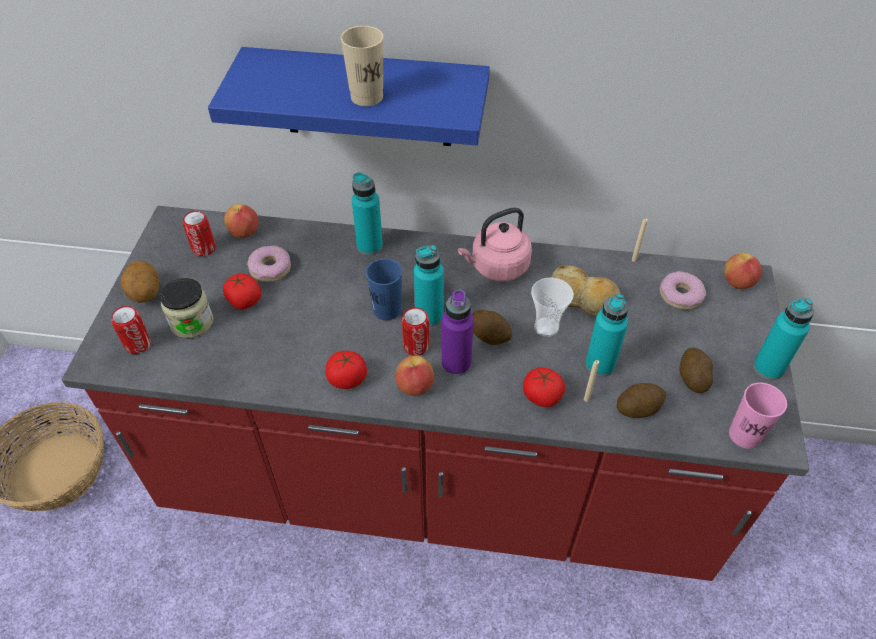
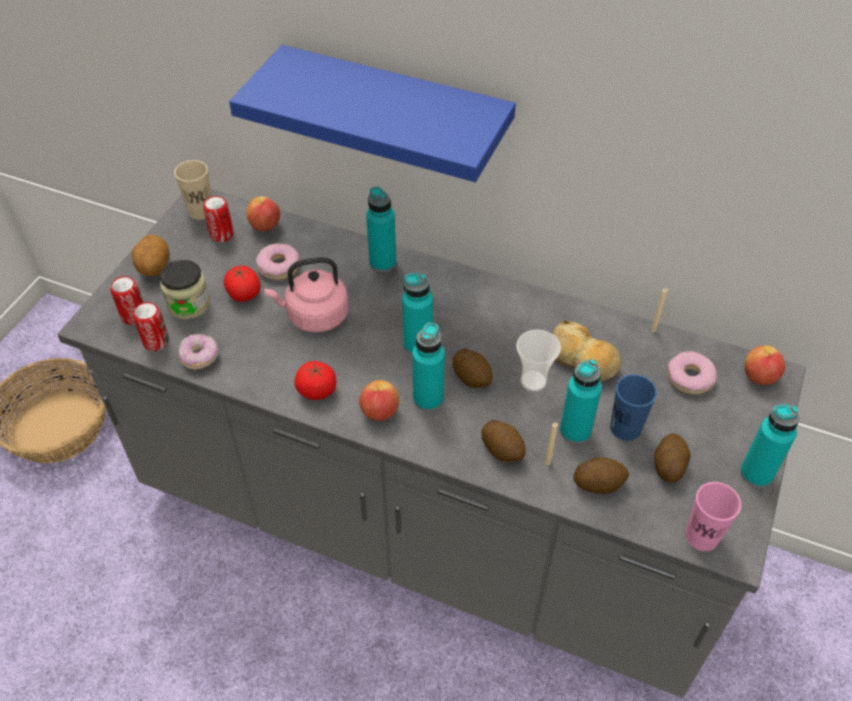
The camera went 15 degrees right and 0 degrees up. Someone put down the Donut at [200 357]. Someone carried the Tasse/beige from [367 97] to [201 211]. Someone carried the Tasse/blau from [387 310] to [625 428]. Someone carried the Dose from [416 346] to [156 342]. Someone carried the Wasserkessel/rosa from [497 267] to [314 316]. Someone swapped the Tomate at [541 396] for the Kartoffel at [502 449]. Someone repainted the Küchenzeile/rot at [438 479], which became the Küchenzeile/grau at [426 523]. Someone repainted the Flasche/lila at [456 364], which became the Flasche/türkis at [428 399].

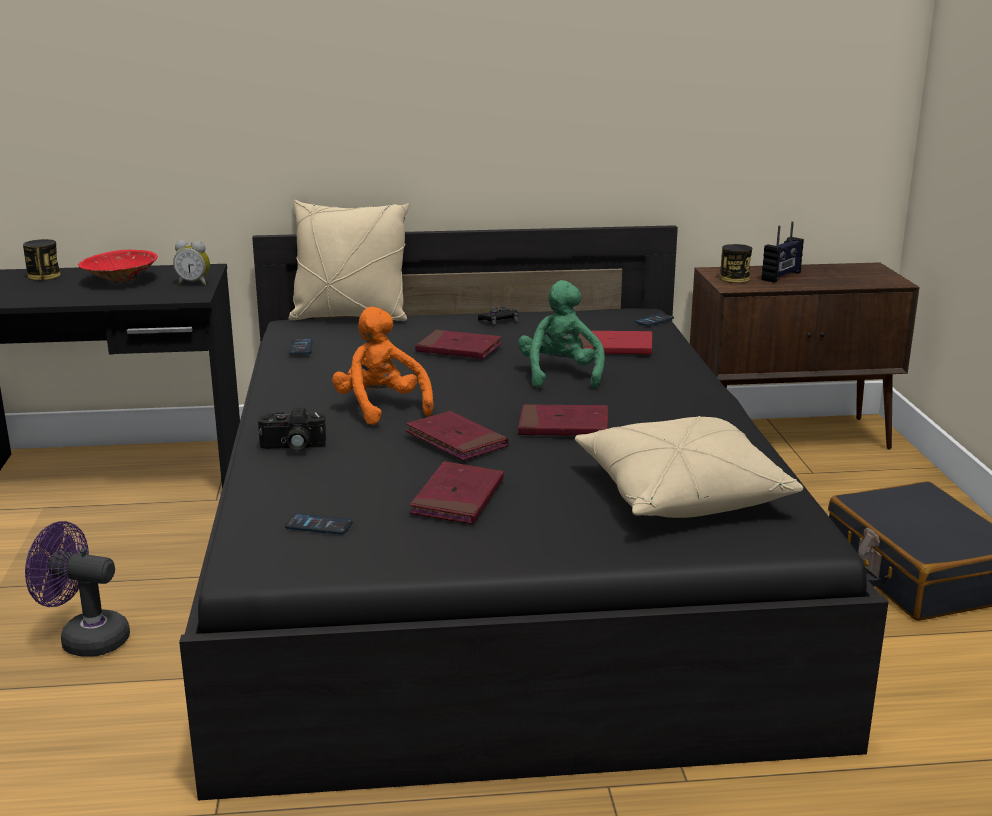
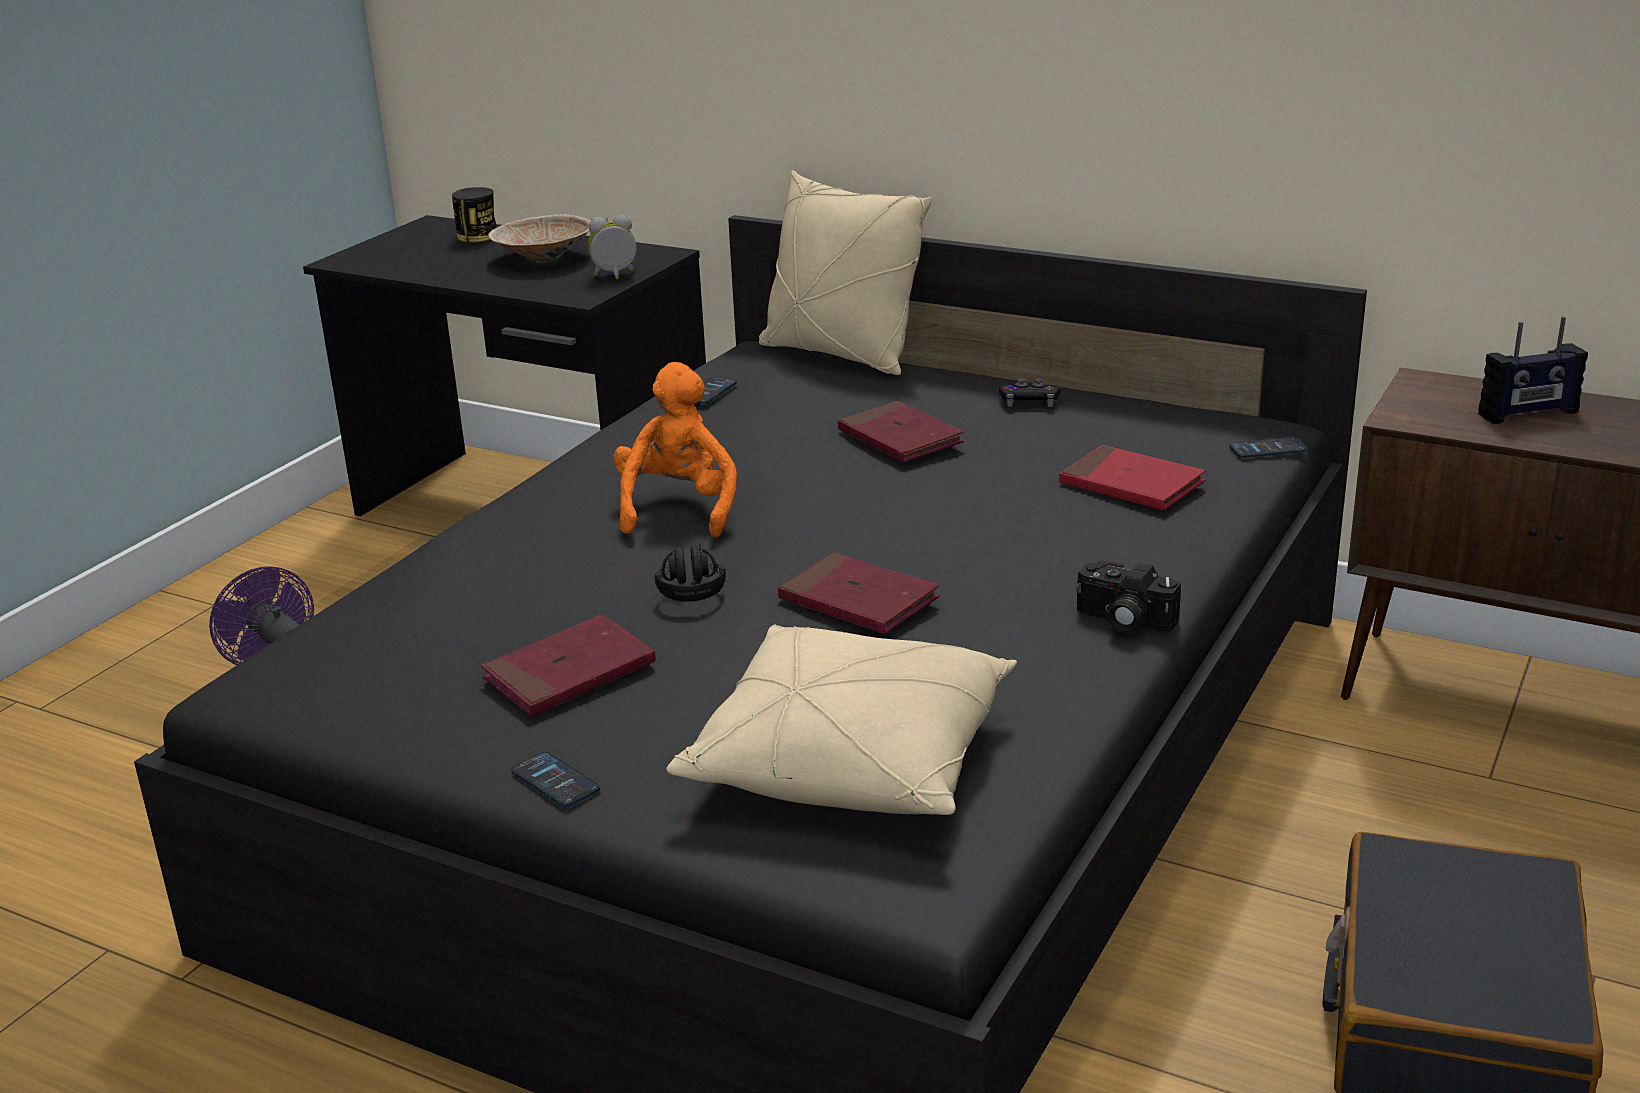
The camera went 35 degrees right and 5 degrees up. Someone took away the Plüschtier/grün at [560 375]. Someone took away the Dose at [734 279]. Someone carried the Kamera from [292 447] to [1122 621]. Someone carried the Handy from [319 525] to [555 781]. Someone swapped the Buch/rot at [456 440] for the Kopfhörer/schwarz at [690 585]. Someone repainted the Schüssel/rot at [120 281], which became the Schüssel/beige at [542 258]. Someone rotated the Wecker at [194 283] by 120 degrees clockwise.

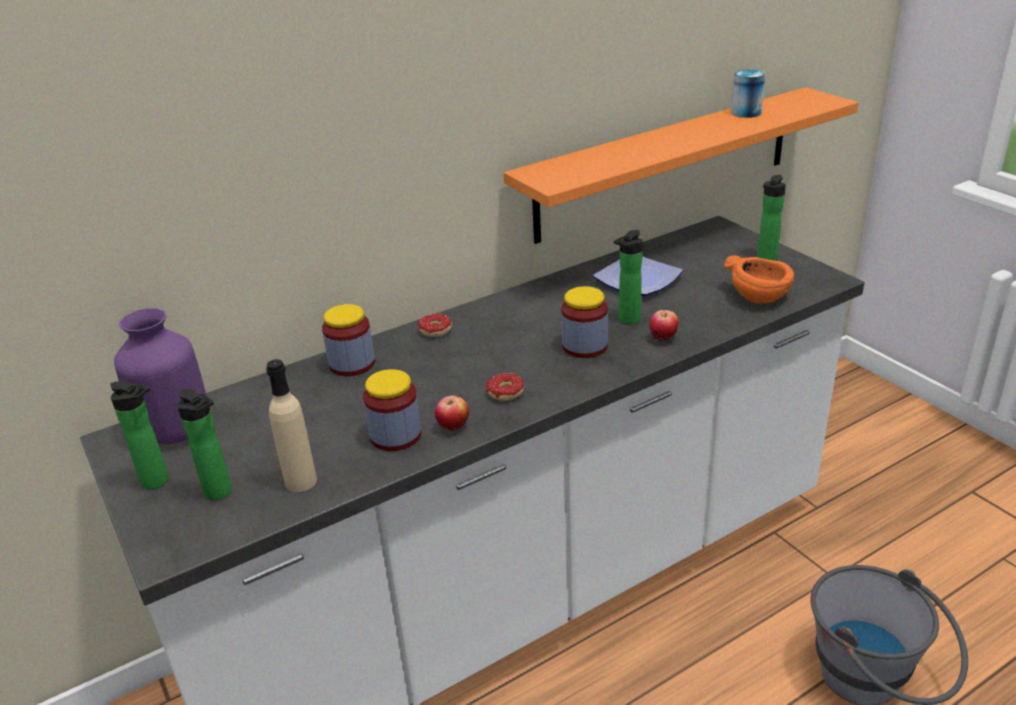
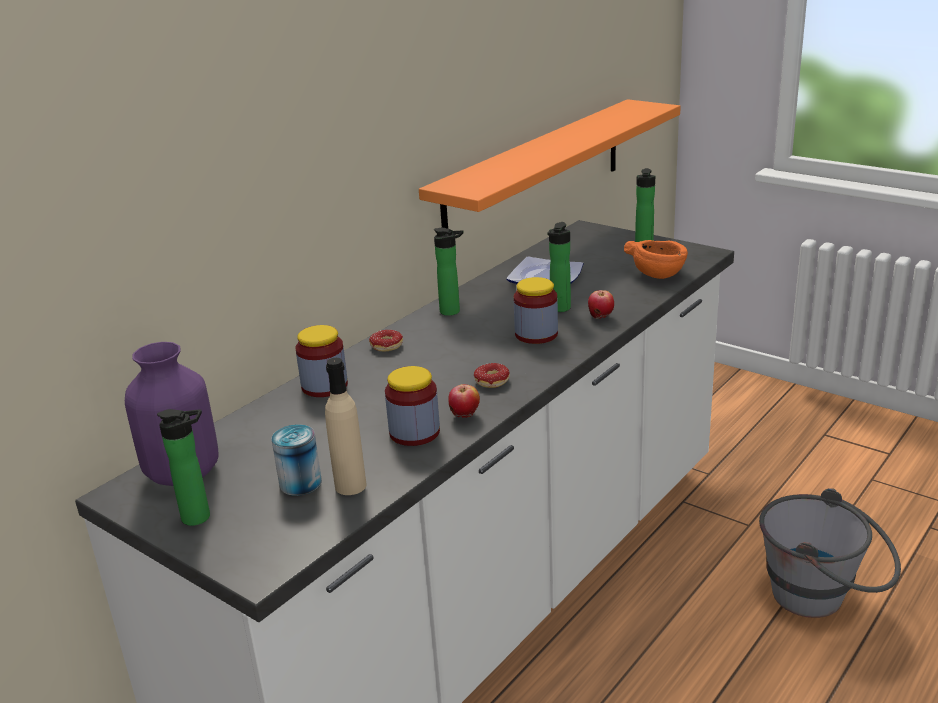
The camera went 20 degrees left and 5 degrees down. Someone carried the Flasche from [221 493] to [453 312]. Someone carried the Dose from [746 113] to [300 483].

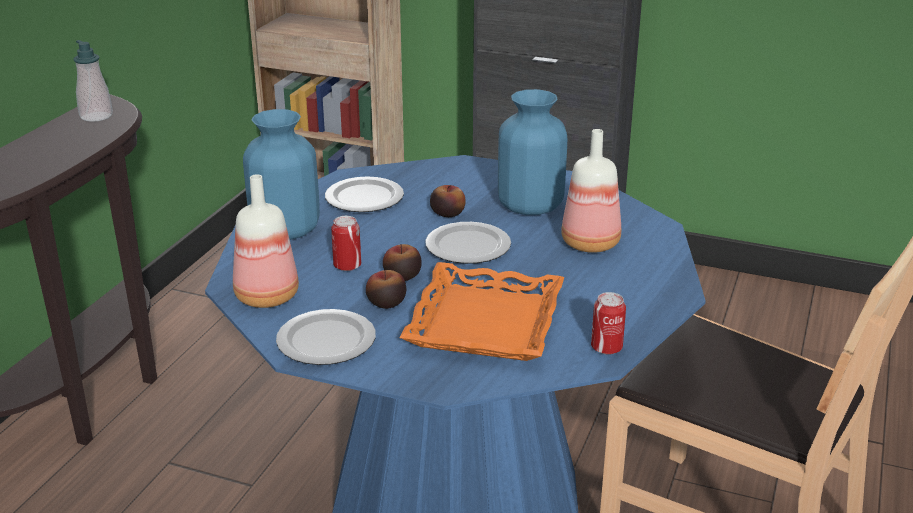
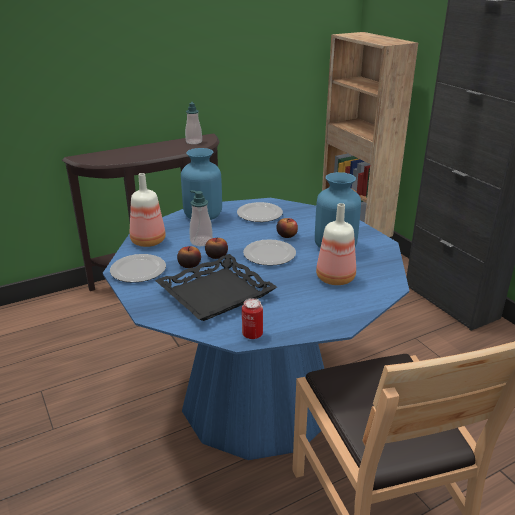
The camera went 40 degrees right and 0 degrees up. Someone swapped the Dose at [347 266] for the Seifenspender at [201 241]. Someone repainted the Tablett/orange at [486 323], which became the Tablett/schwarz at [216 294].

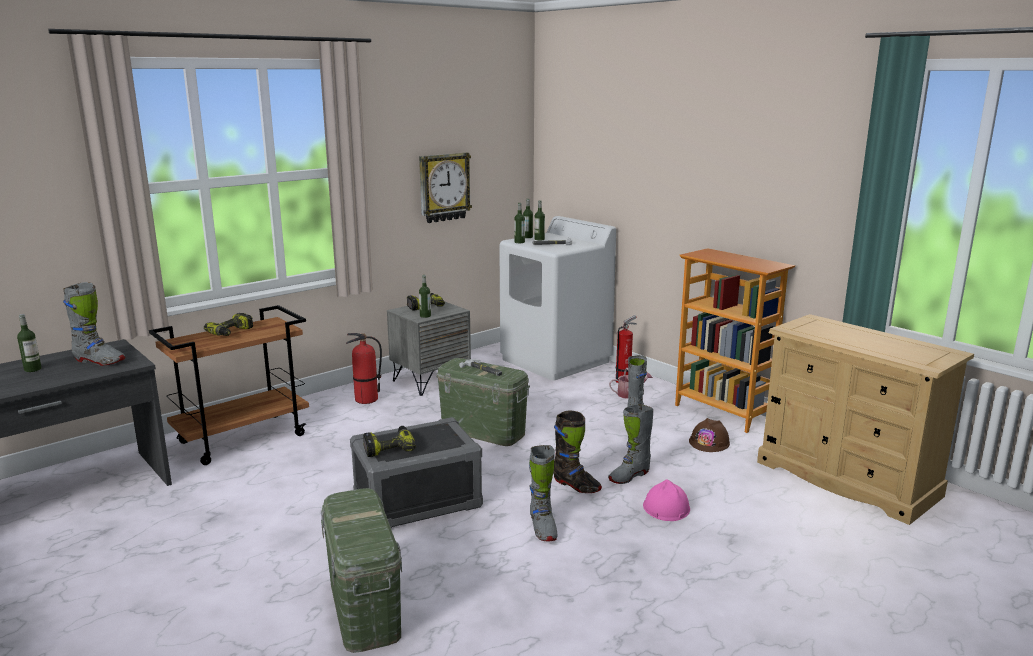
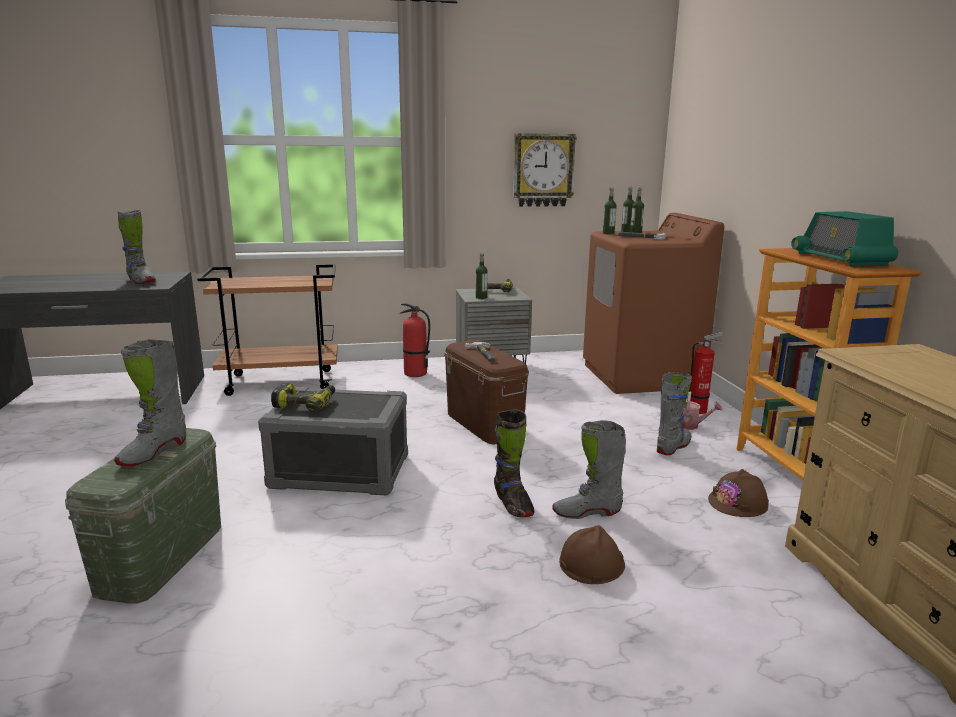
The camera went 30 degrees right and 0 degrees up. Someone took away the Flasche at [33 369]. Someone took away the Bohrmaschine at [232 332]. Someone put down the Radio at [840 259]. Someone carried the Stiefel/grau from [542 528] to [153 453]. Someone repainted the Aufbewahrungsbox/grün at [483 431], which became the Aufbewahrungsbox/braun at [484 424]. Someone repainted the Waschmaschine/weiß at [556 361], which became the Waschmaschine/braun at [641 376]. Someone repainted the Schutzhelm/rosa at [666 507], which became the Schutzhelm/braun at [591 563].

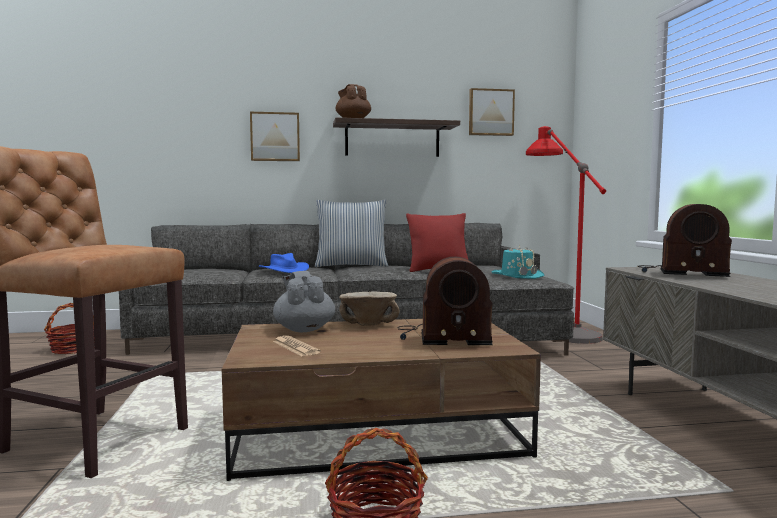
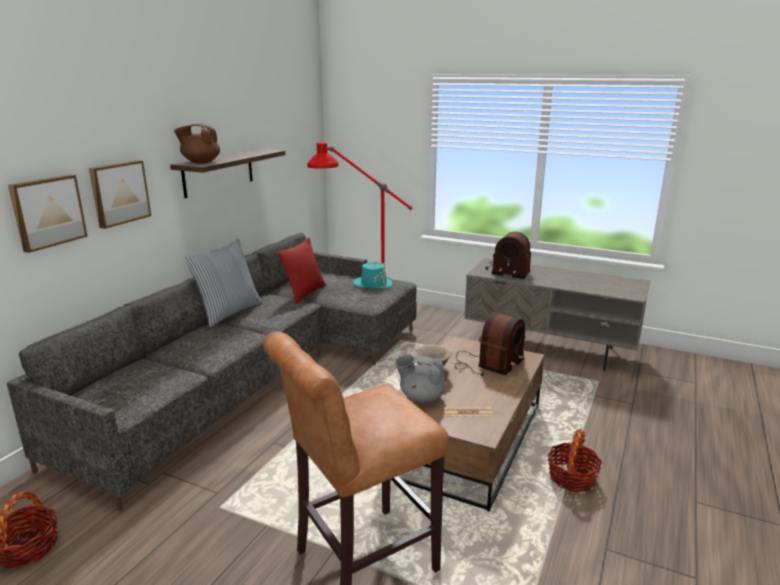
The camera went 55 degrees left and 15 degrees up. Someone took away the Hut/blau at [283 270]. Someone carried the Bild from [490 112] to [47 212]. Someone rotated the Radio at [680 272] by 60 degrees clockwise.

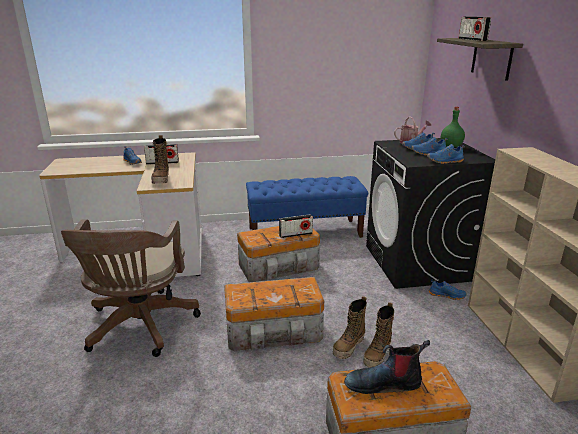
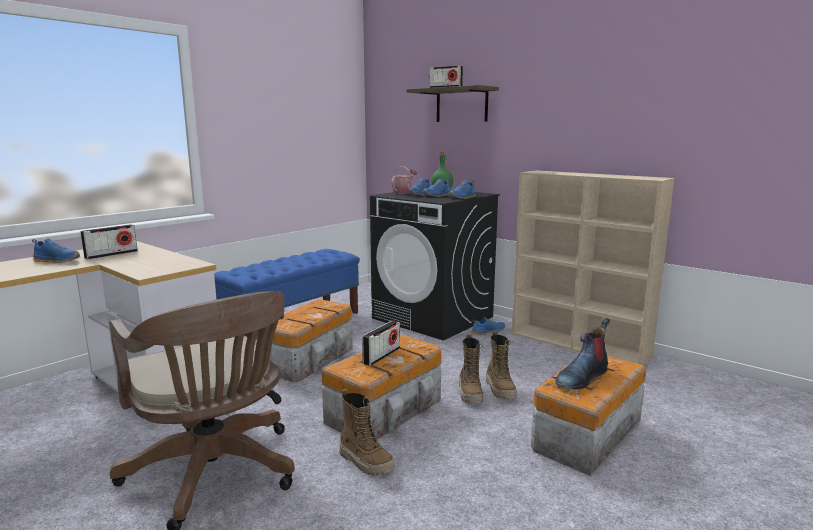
The camera went 40 degrees left and 10 degrees down. Someone carried the Stiefel from [161 179] to [366 462]. Someone carried the Radio from [296 234] to [381 356].

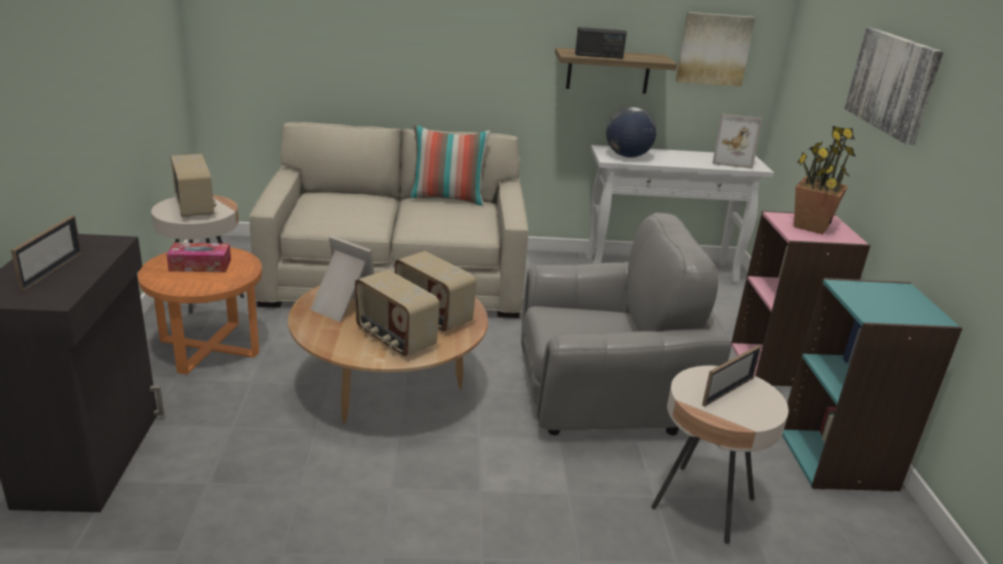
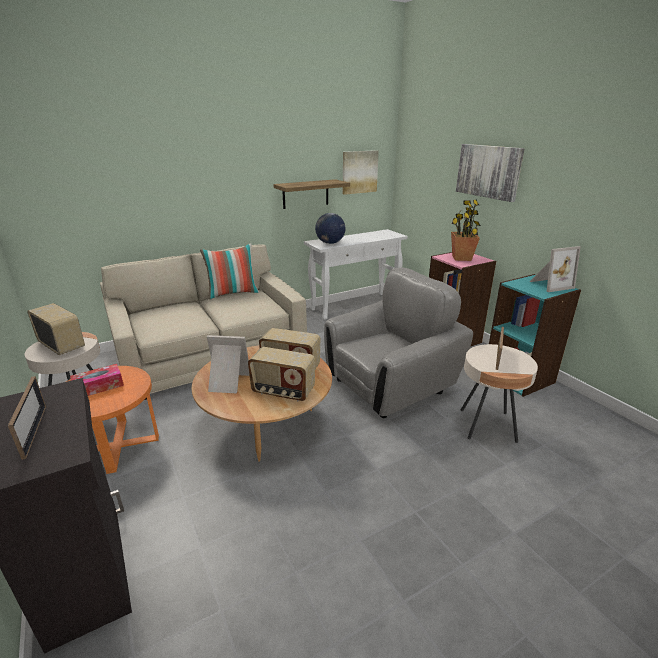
The camera went 25 degrees left and 0 degrees up. Someone took away the Radio at [598 56]. Someone carried the Bilderrahmen from [730 160] to [549 285].

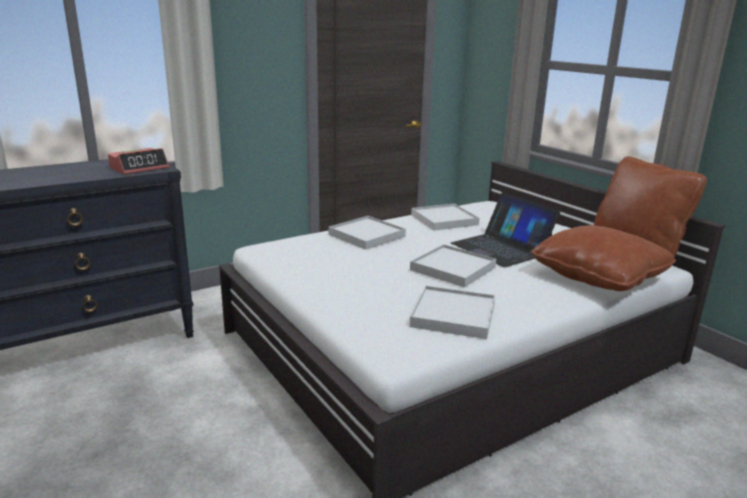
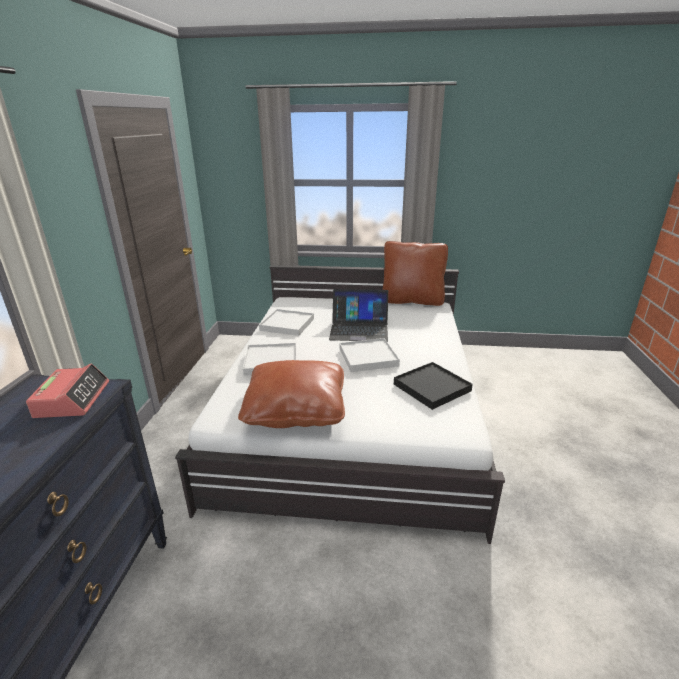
The camera went 50 degrees left and 5 degrees up. Someone carried the Kissen/braun from [598 276] to [296 409]. Someone repainted the Tablett/weiß at [453 315], which became the Tablett/schwarz at [431 387].

